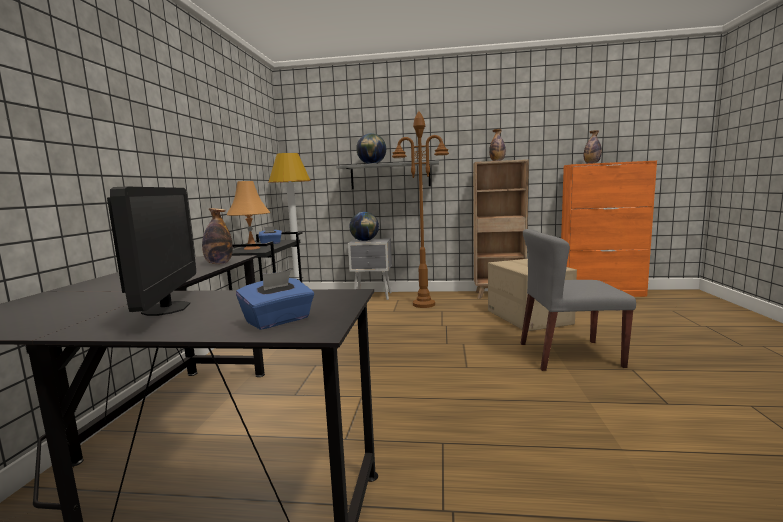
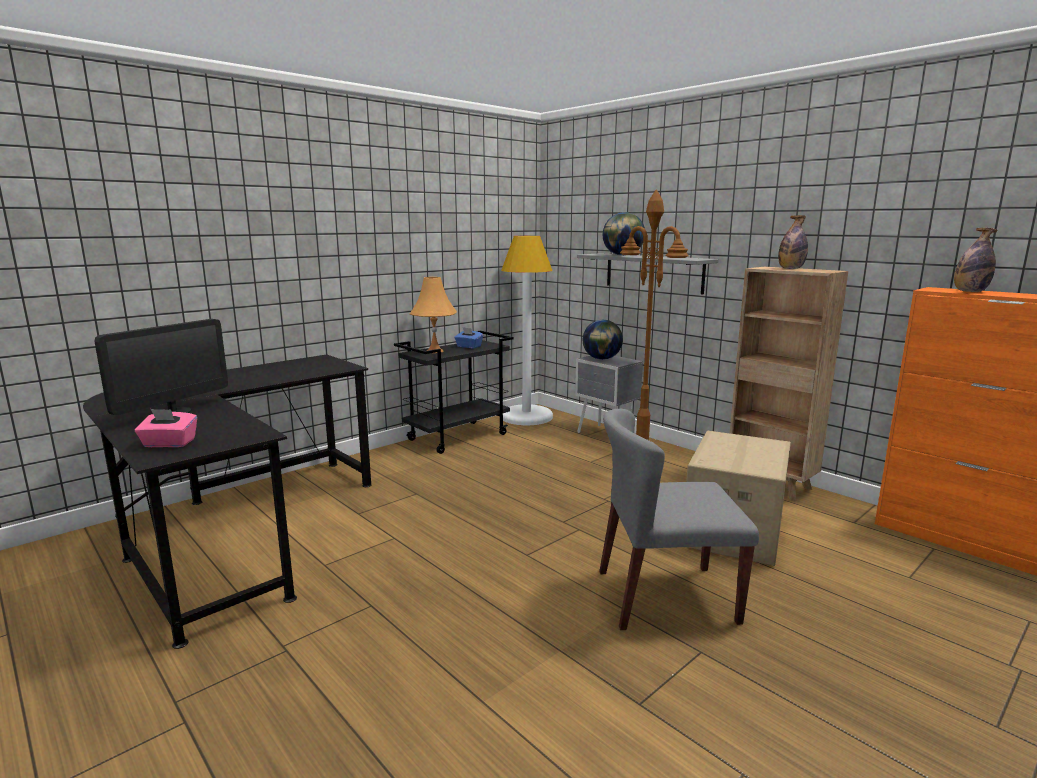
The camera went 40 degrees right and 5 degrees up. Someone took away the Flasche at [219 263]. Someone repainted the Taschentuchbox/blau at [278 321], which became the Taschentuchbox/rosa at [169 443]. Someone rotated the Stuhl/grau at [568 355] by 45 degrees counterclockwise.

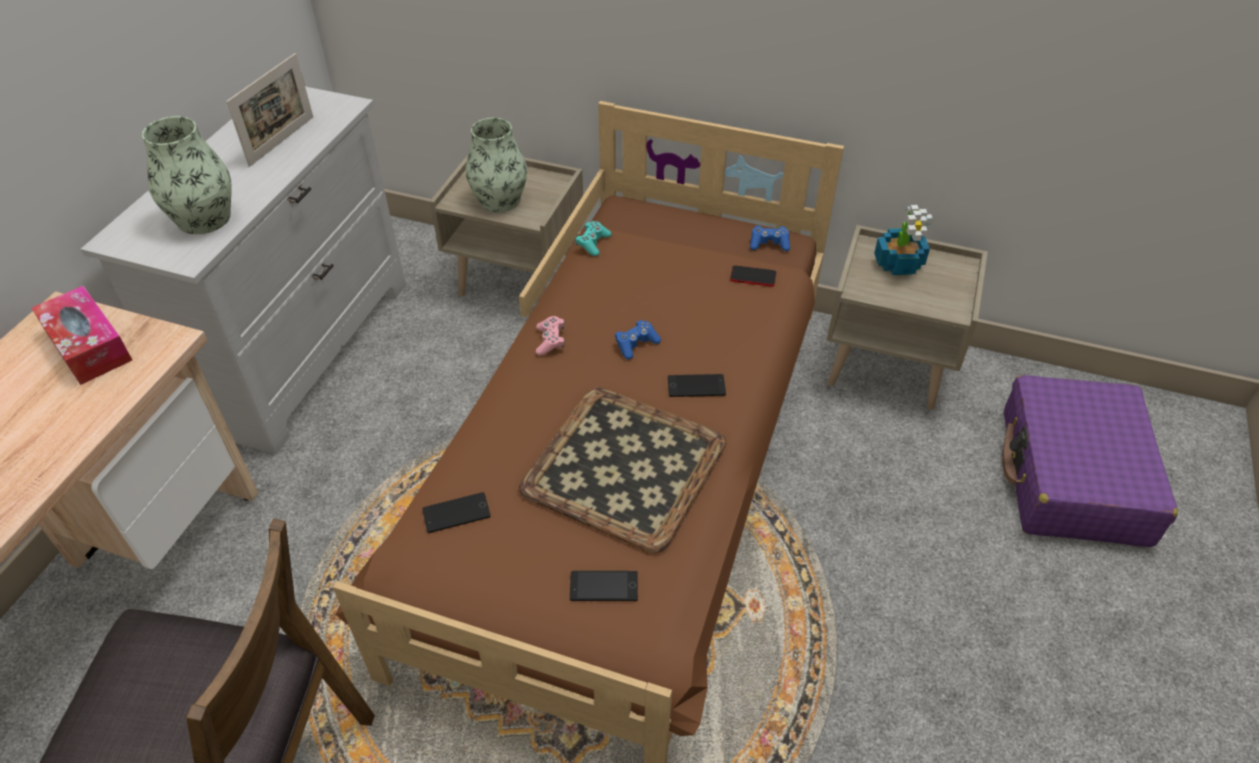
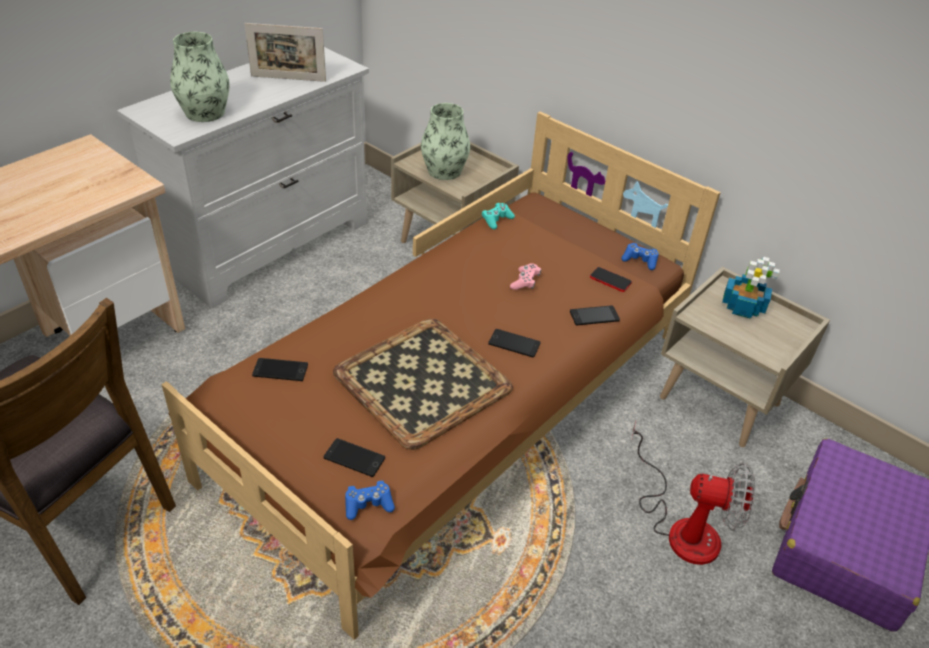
The camera went 20 degrees right and 5 degrees down. Someone took away the Taschentuchbox at [88 346]. Someone put down the Handy at [594 316]. Someone put down the Ventilator at [682 526]. Someone carried the Gamepad/rosa from [550 341] to [525 282]. Someone carried the Gamepad/blau from [636 344] to [368 504]. Someone rotated the Bilderrahmen at [282 141] by 45 degrees clockwise.

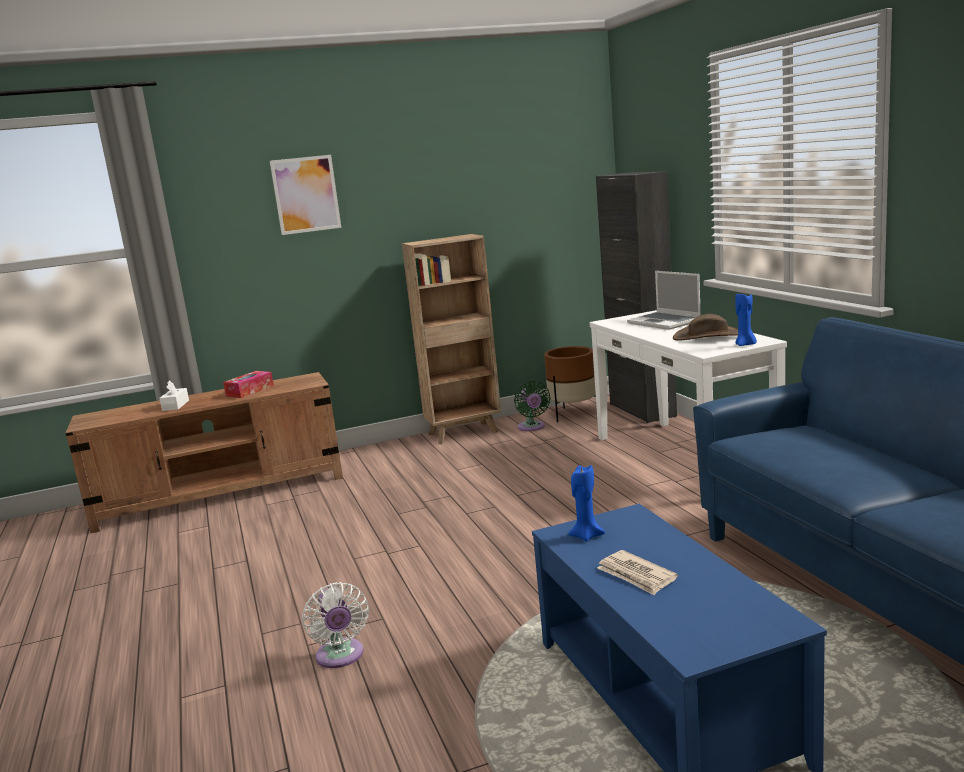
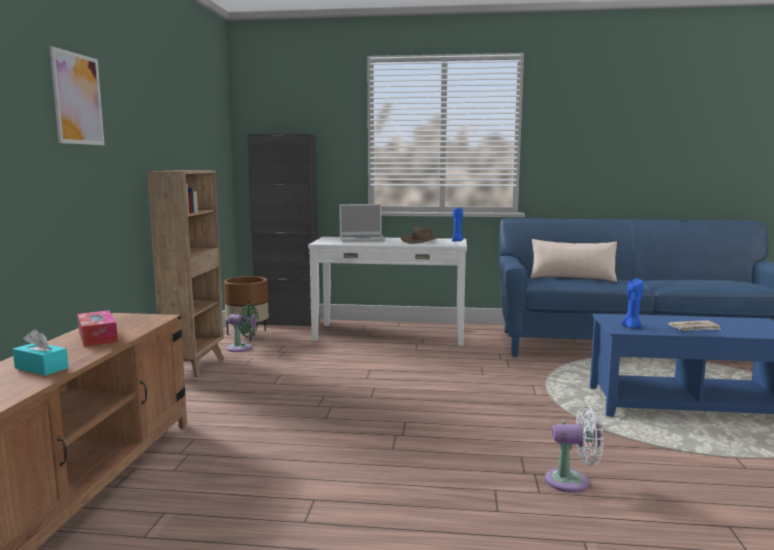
The camera went 65 degrees left and 5 degrees down. Someone put down the Kissen/beige at [572 278]. Someone repainted the Taschentuchbox/weiß at [175 405], which became the Taschentuchbox/türkis at [41 368].

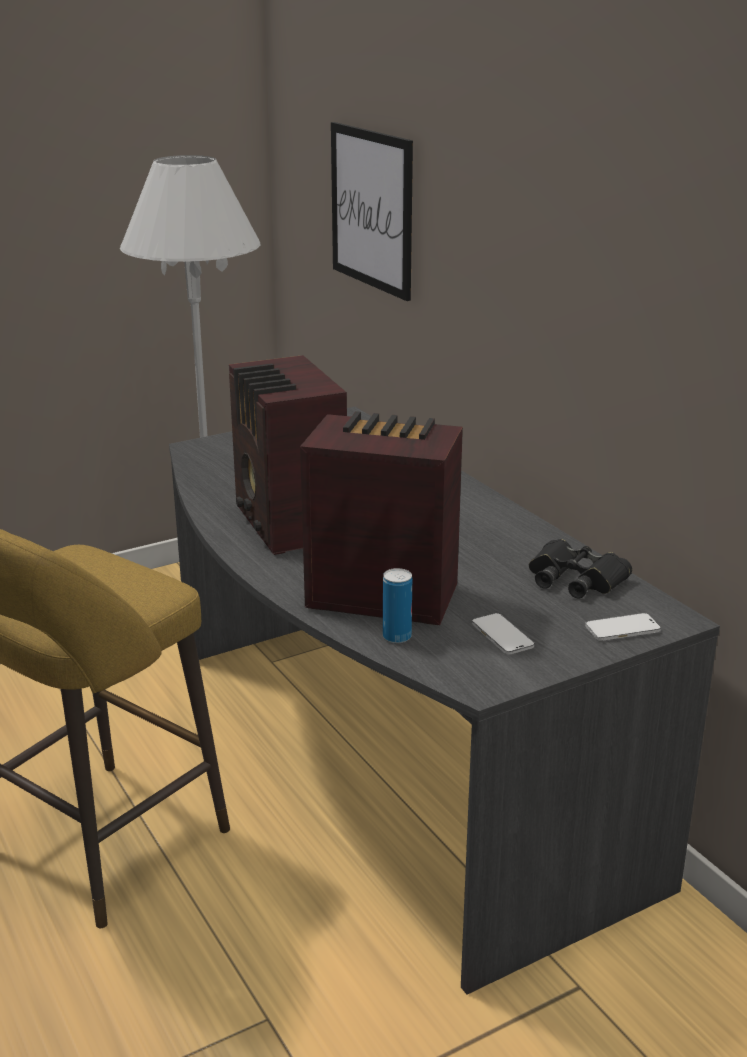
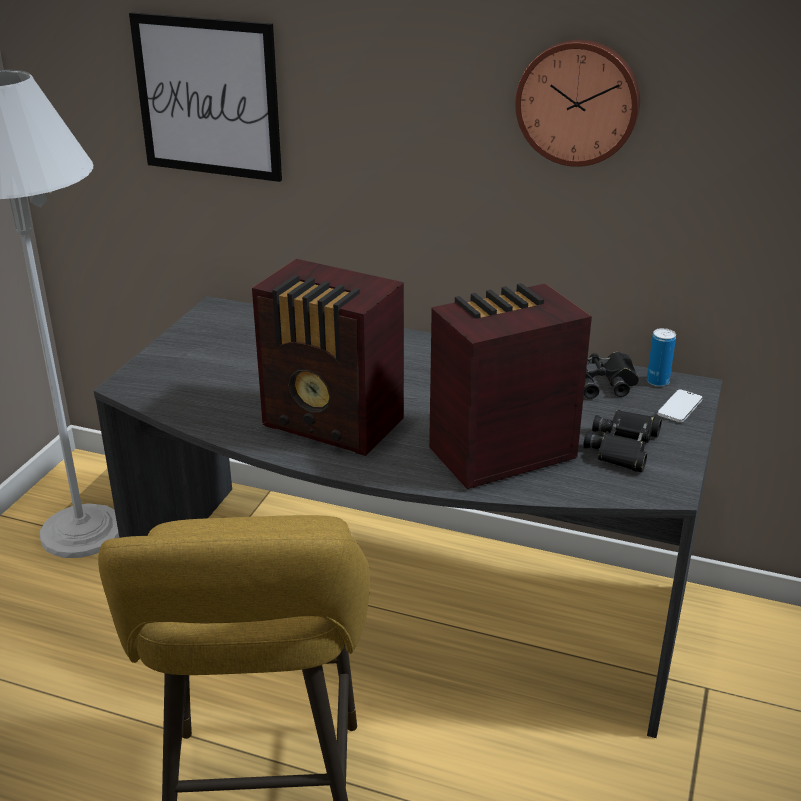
The camera went 40 degrees left and 5 degrees up. Someone put up the Wanduhr at [578 102]. Someone carried the Dose from [397 637] to [657 381]. Someone swapped the Handy at [502 636] for the Fernglas/schwarz at [623 447].

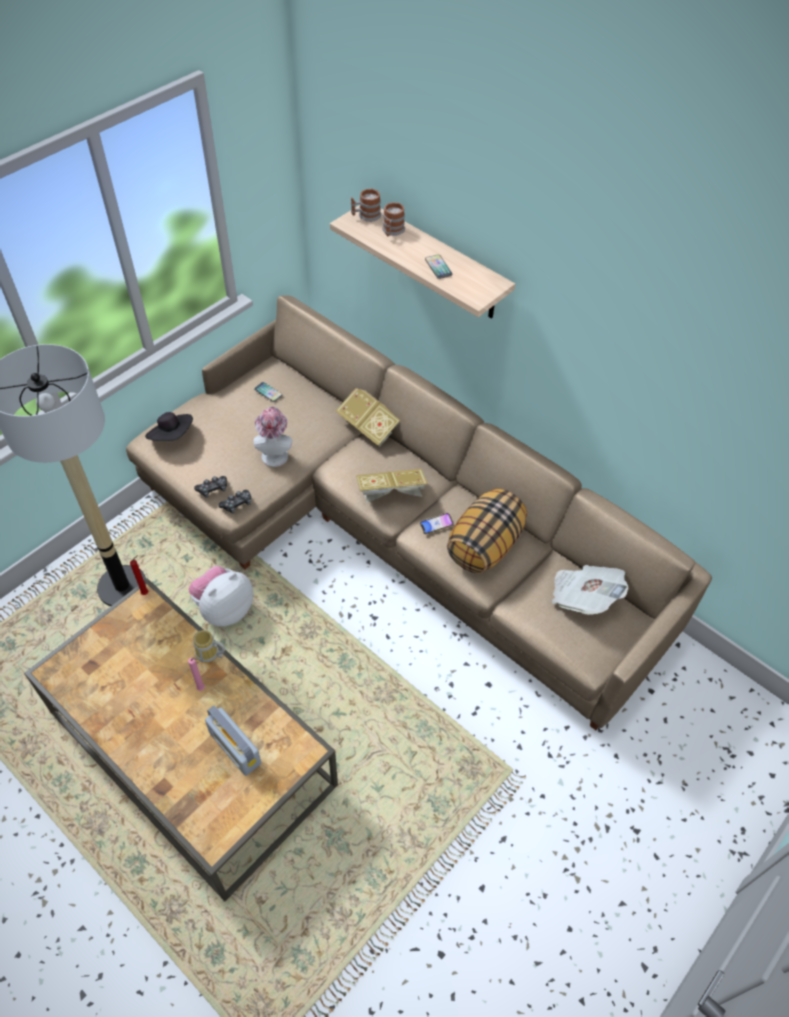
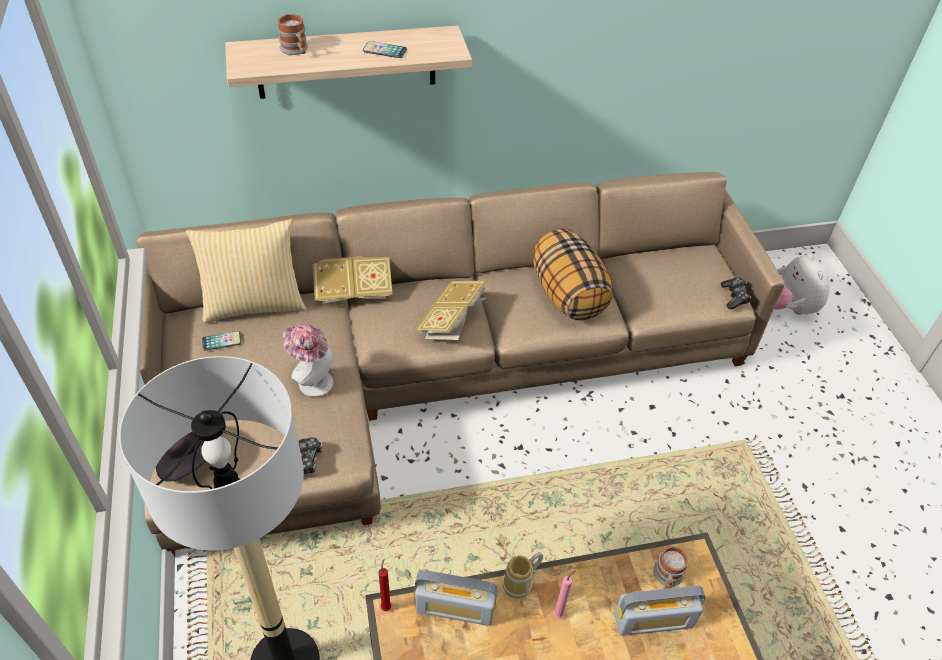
The camera went 55 degrees left and 5 degrees down. Someone took away the Handy at [436 525]. Someone took away the Zeitung at [583 596]. Someone put down the Kissen at [254 304]. Someone put down the Radio at [455 608]. Someone carried the Plüschtier from [224 609] to [787 307]. Someone carried the Gamepad from [237 504] to [734 297]. Someone carried the Henkelbecher from [366 216] to [667 578].

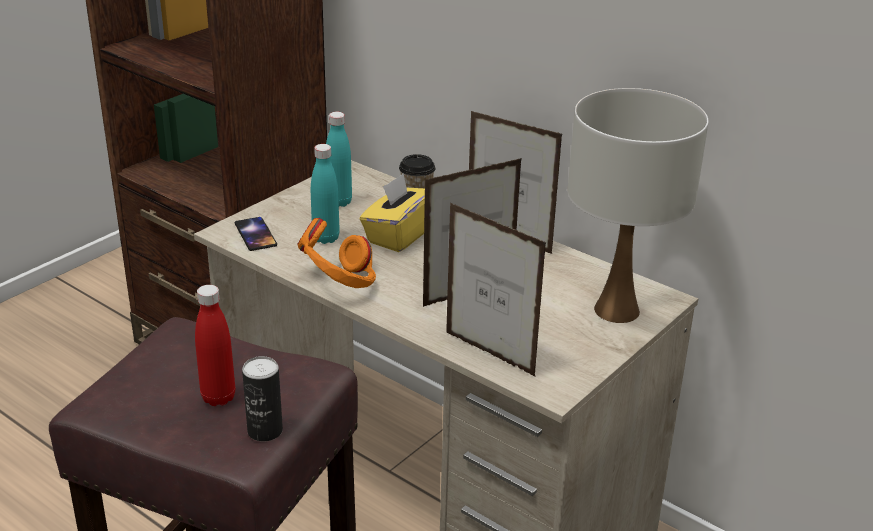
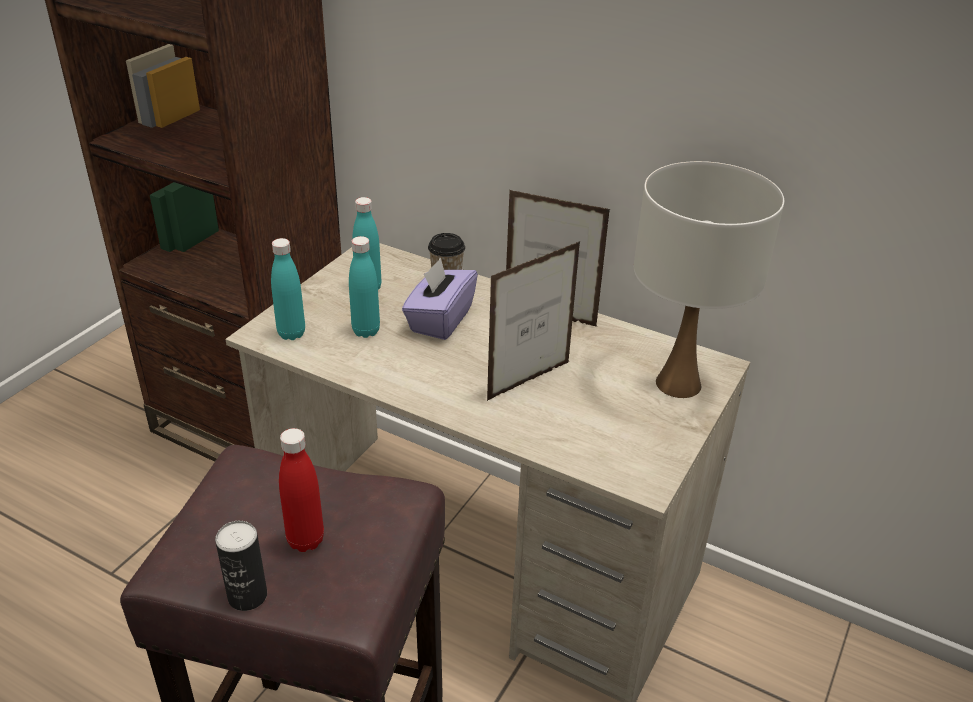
The camera went 10 degrees left and 5 degrees up. Someone took away the Kopfhörer/orange at [339 284]. Someone took away the Bilderrahmen at [489 354]. Someone carried the Dose from [265 431] to [247 596]. Someone swapped the Handy at [255 234] for the Flasche/türkis at [291 333]. Someone repainted the Taschentuchbox/gelb at [399 235], which became the Taschentuchbox/lila at [440 320].

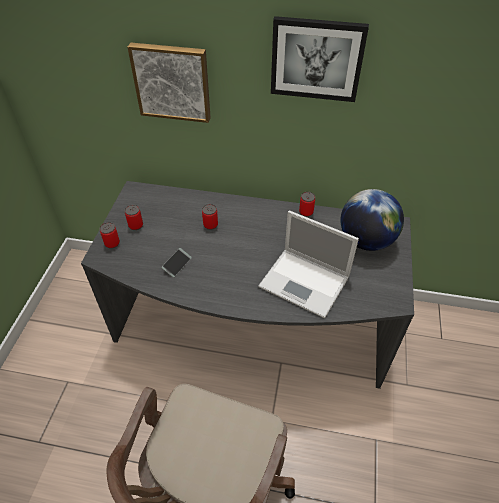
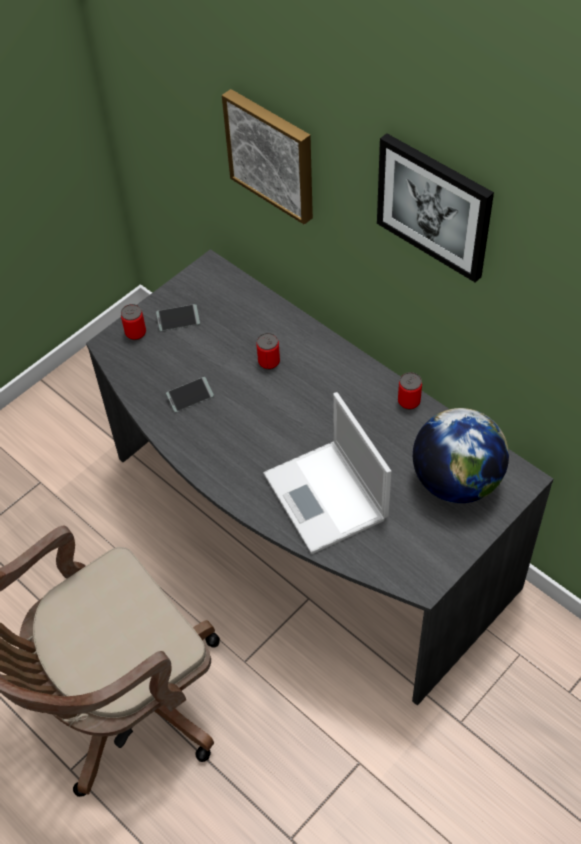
The camera went 35 degrees right and 5 degrees up. Someone swapped the Dose at [136 225] for the Handy at [178 321].

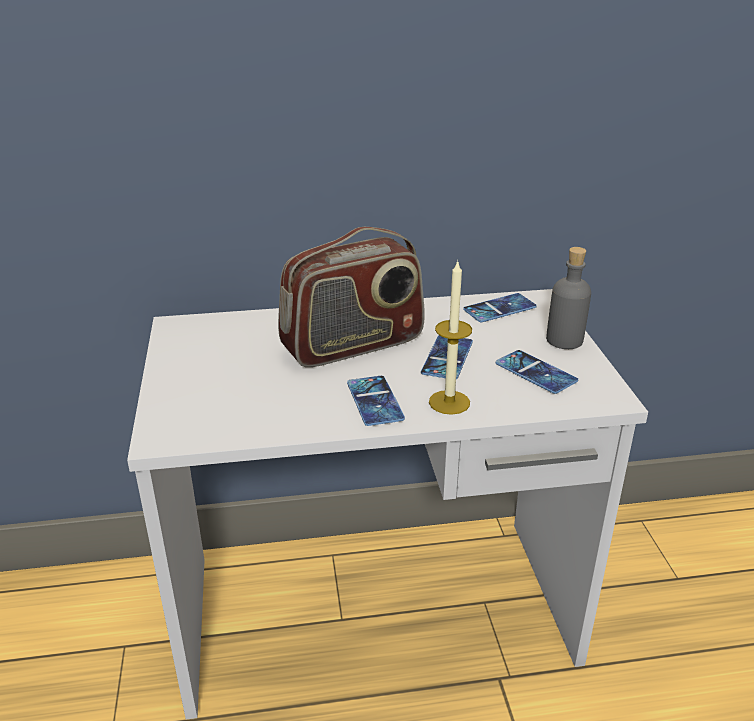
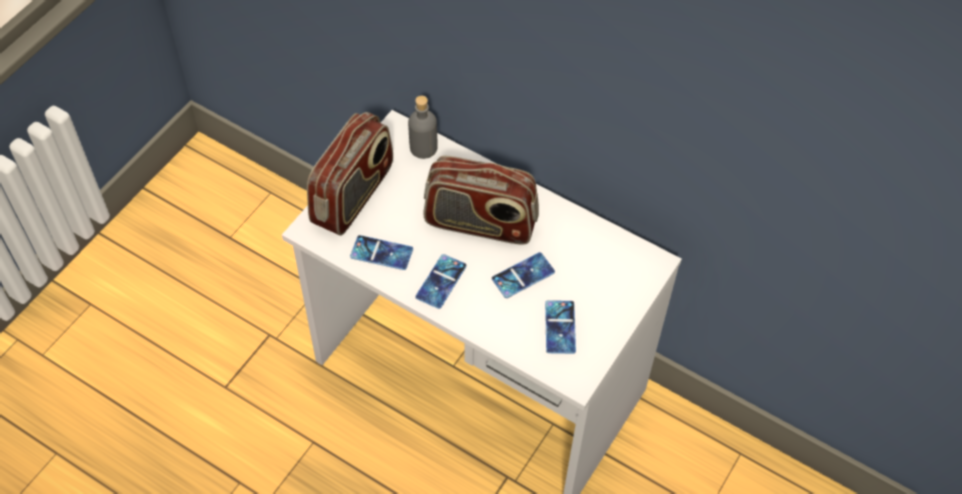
The camera went 40 degrees right and 25 degrees up. Someone took away the Kerze at [449 402]. Someone put down the Radio at [353 195]. Someone carried the Handy from [499 308] to [381 253]. Someone carried the Flasche/grau from [564 340] to [423 148].

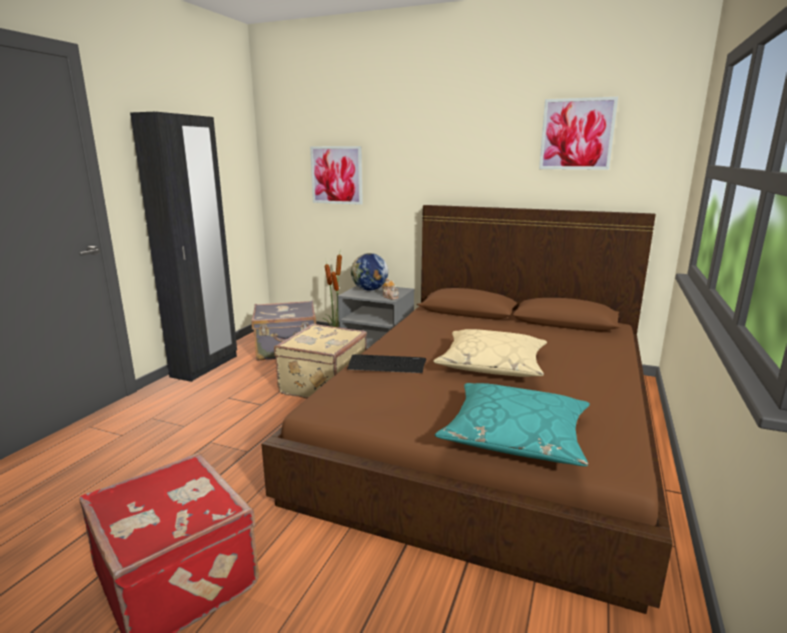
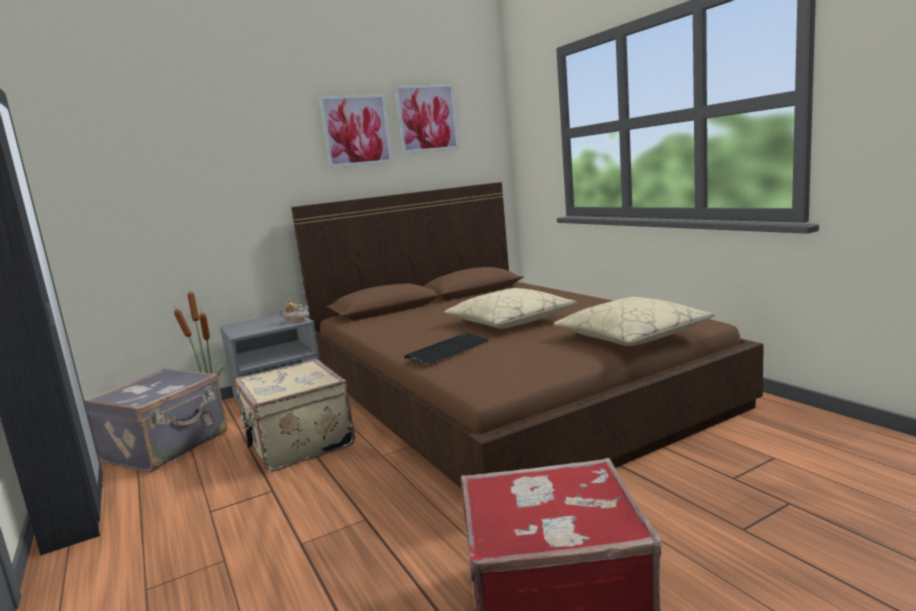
The camera went 50 degrees left and 5 degrees down. Someone took away the Globus at [369 289]. Someone carried the Bild from [337 175] to [356 130]. Someone repainted the Kissen/türkis at [515 436], which became the Kissen/beige at [632 336].

